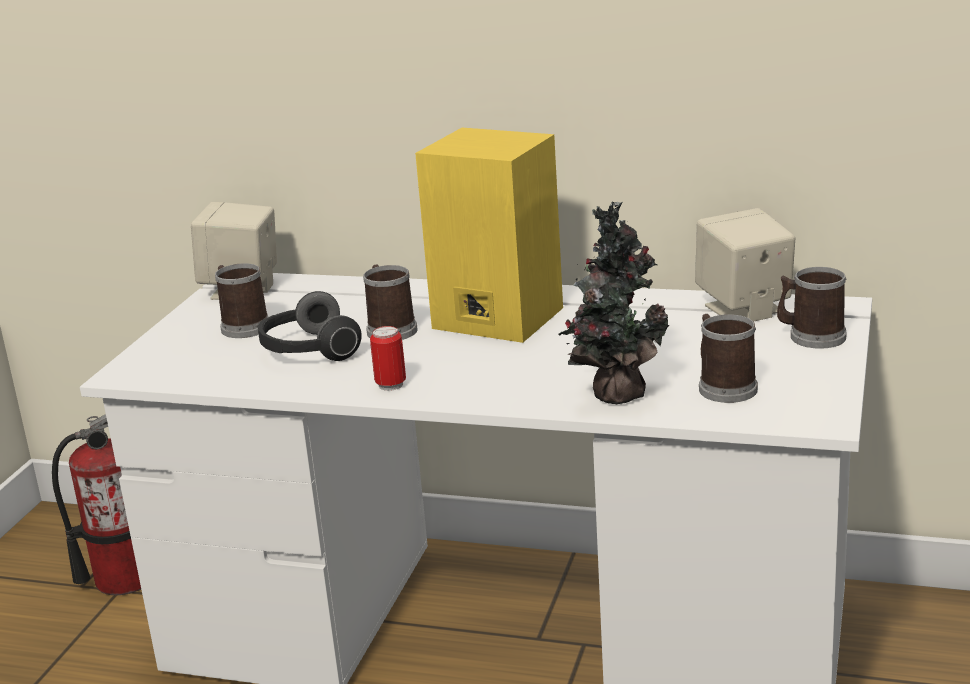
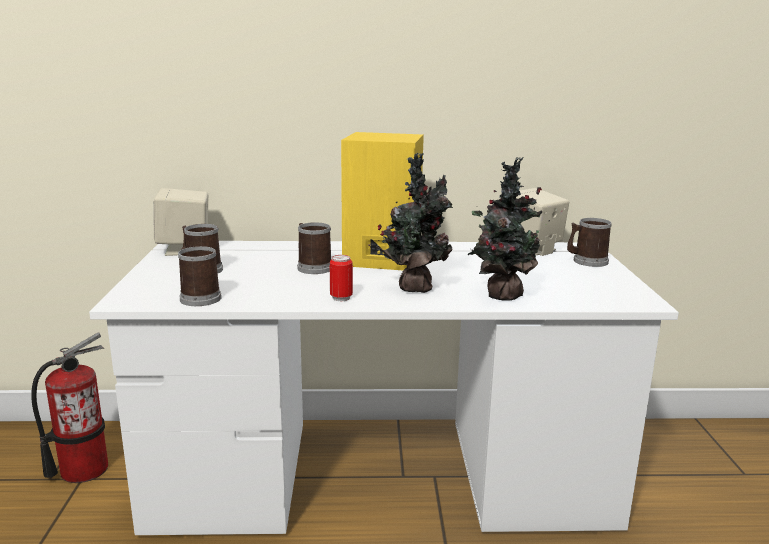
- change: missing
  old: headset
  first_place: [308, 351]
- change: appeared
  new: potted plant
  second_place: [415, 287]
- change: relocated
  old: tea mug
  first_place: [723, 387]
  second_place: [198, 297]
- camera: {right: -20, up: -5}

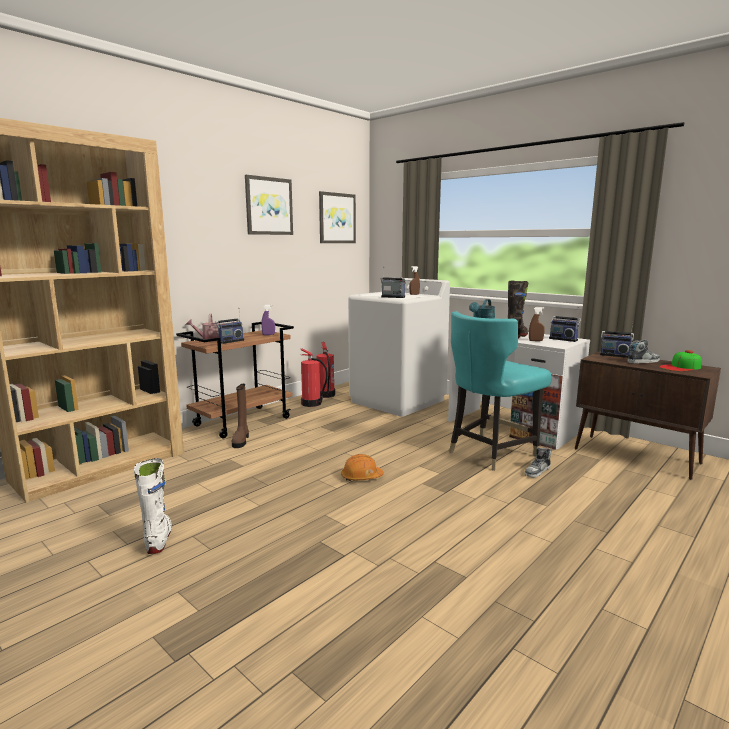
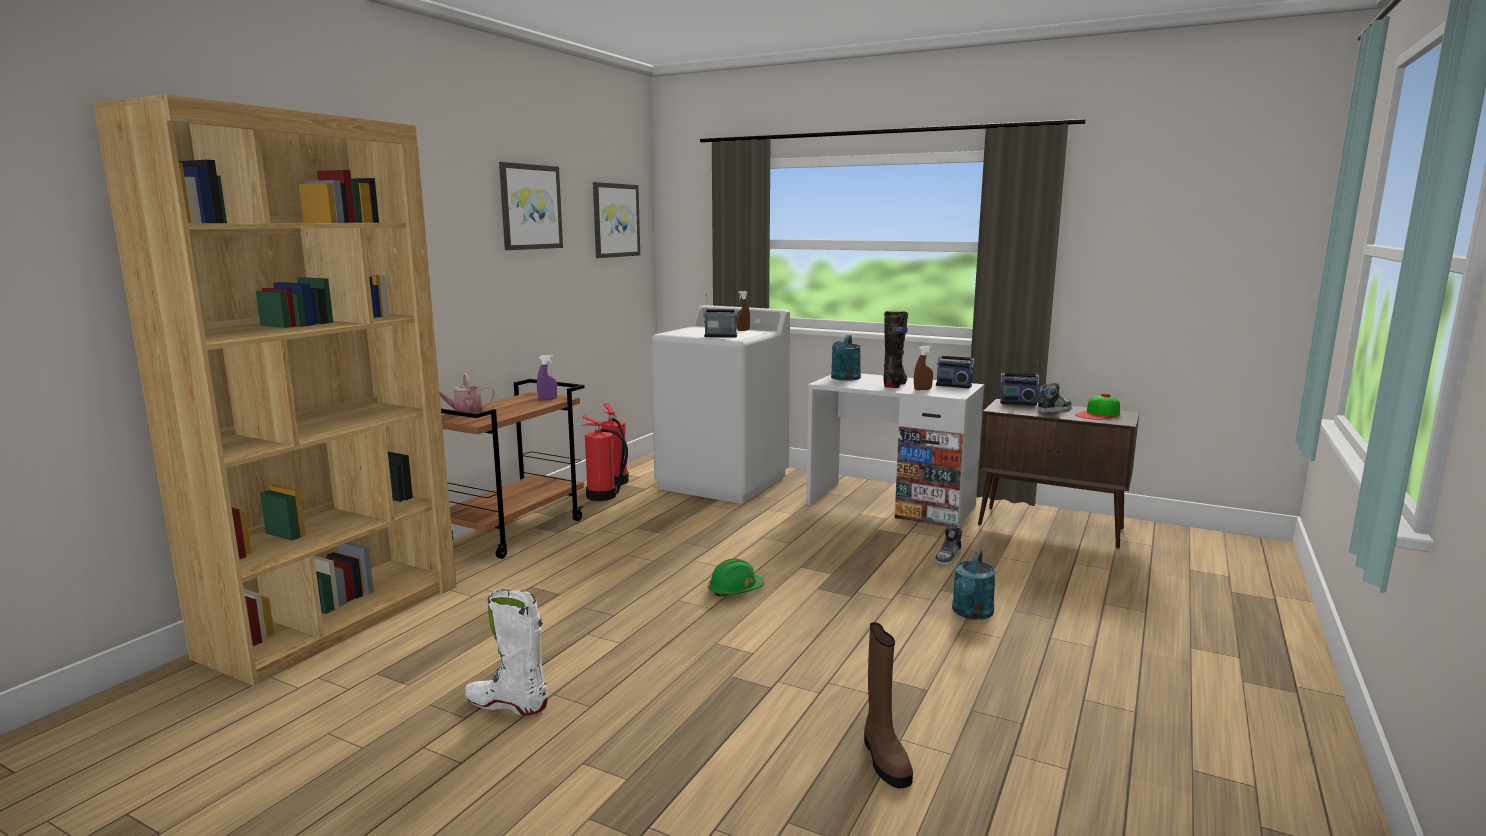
- change: missing
  old: radio receiver
  first_place: [230, 341]
- change: missing
  old: turquoise upright chair
  first_place: [490, 453]
- change: appeared
  new: turquoise sprinkling can
  second_place: [971, 613]
- change: relocated
  old: brownish boot
  first_place: [241, 440]
  second_place: [884, 759]
- change: colour
  old: orangey safety helmet
  new: green safety helmet
  first_place: [361, 477]
  second_place: [735, 590]
- change: spun
  old: white-coloured boot
  first_place: [159, 539]
  second_place: [507, 704]
  degrees: -45
- camera: {right: -15, up: 0}

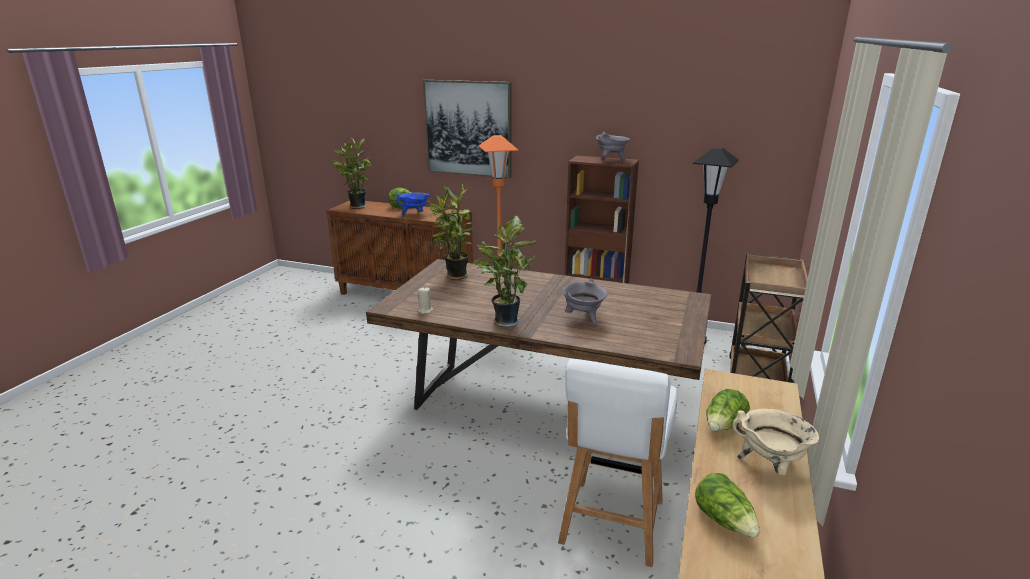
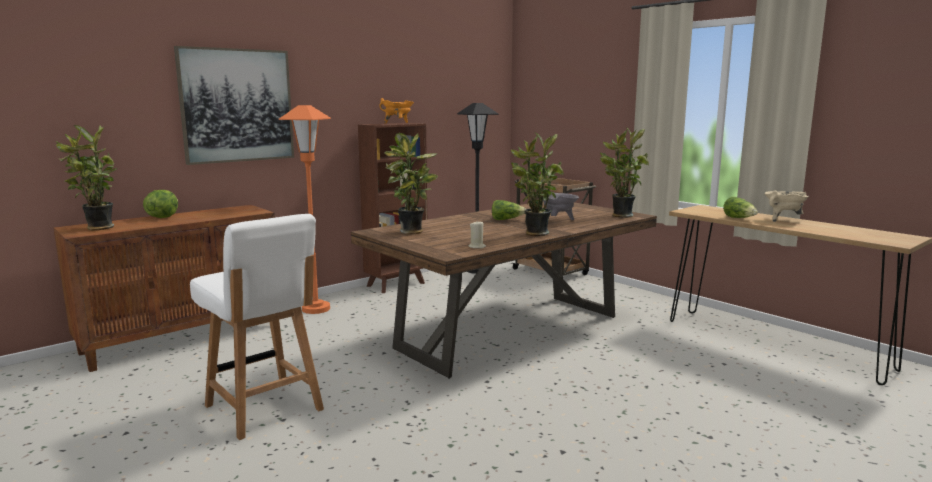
- change: missing
  old: bluish saucepot
  first_place: [414, 215]
- change: appeared
  new: potted plant
  second_place: [619, 215]
- change: relocated
  old: white-coloured upright chair
  first_place: [611, 523]
  second_place: [265, 409]
- change: relocated
  old: head of lettuce
  first_place: [725, 520]
  second_place: [506, 219]
- change: colour
  old: gray saucepot
  new: orangey saucepot
  first_place: [611, 160]
  second_place: [398, 123]
- camera: {right: -60, up: -10}

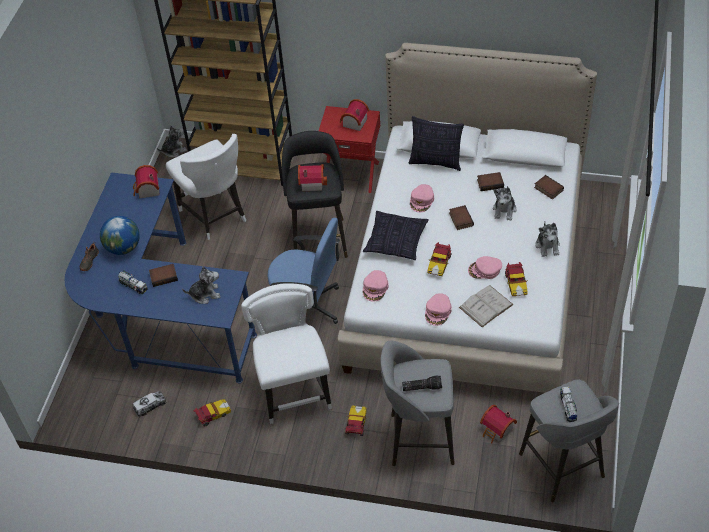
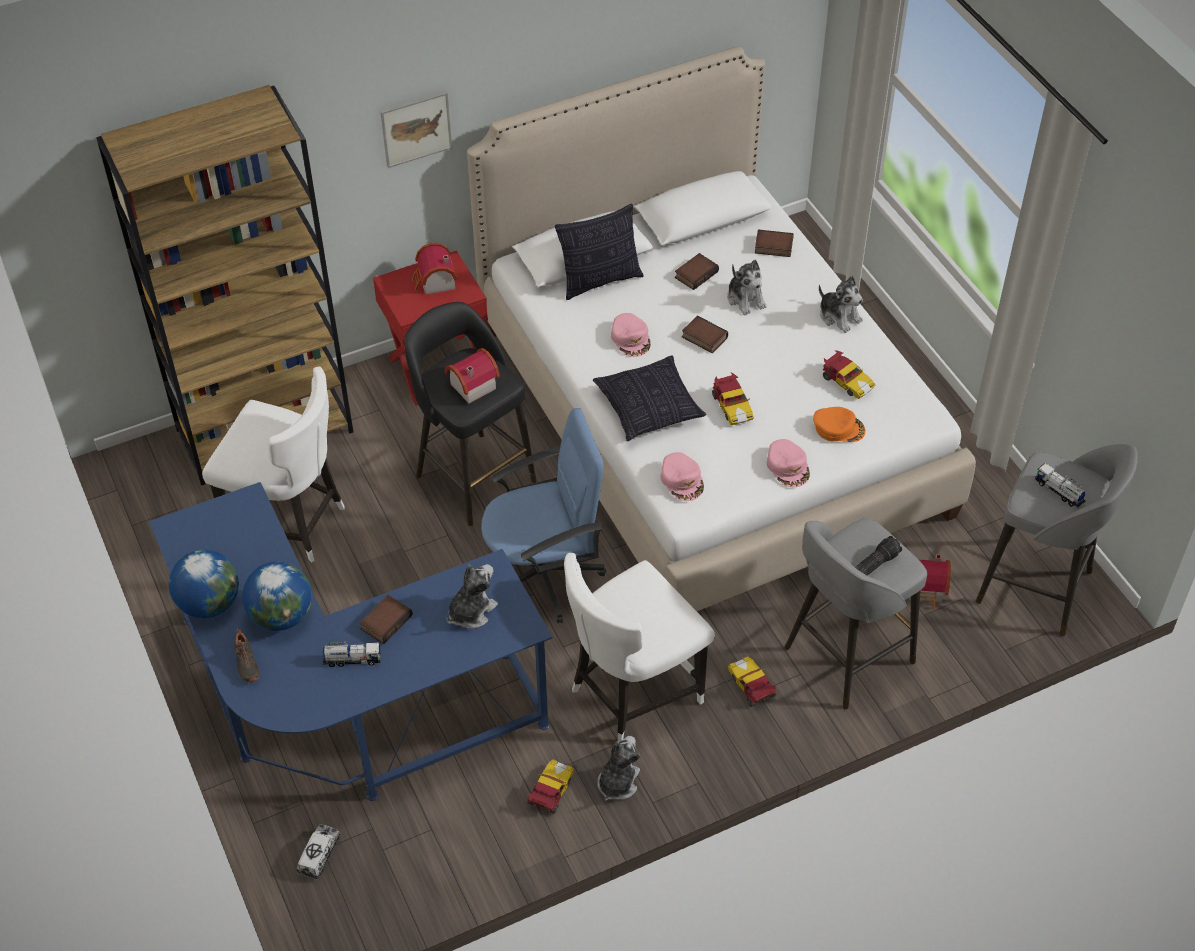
- change: missing
  old: model house
  first_place: [147, 190]
- change: missing
  old: pink-coloured peaked cap
  first_place: [485, 270]
- change: appeared
  new: world globe
  second_place: [209, 603]
- change: appeared
  new: wall picture
  second_place: [416, 128]
- change: relocated
  old: model truck
  first_place: [150, 406]
  second_place: [319, 855]
- change: relocated
  old: cuddly toy
  first_place: [174, 150]
  second_place: [617, 782]
- change: exchanged
  old: white-coloured book
  new: orangey peaked cap
  first_place: [486, 306]
  second_place: [838, 428]
- change: spun
  old: white-coloured upright chair
  first_place: [294, 391]
  second_place: [632, 693]
  degrees: -75
- camera: {right: -40, up: 0}

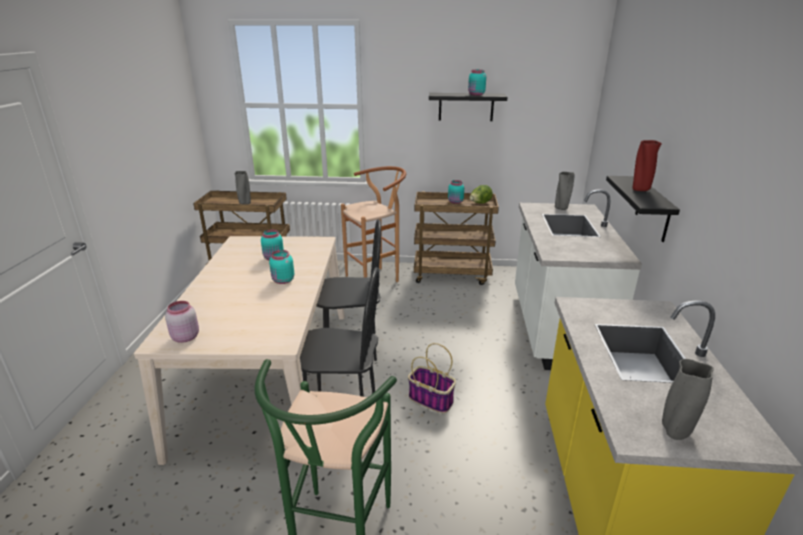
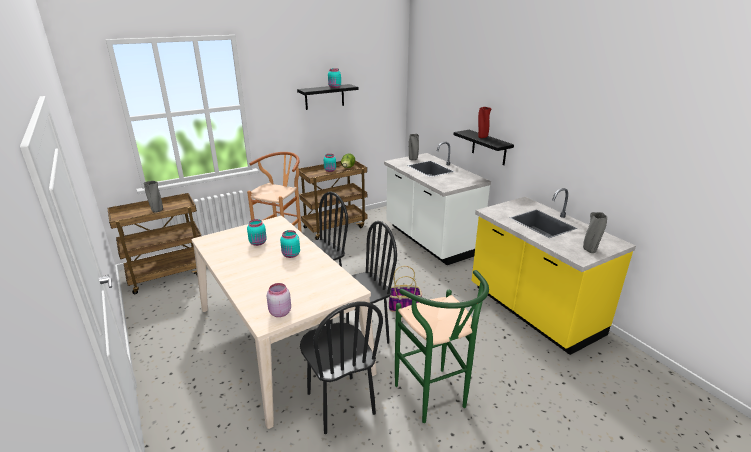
- change: appeared
  new: black upright chair
  second_place: [340, 403]
- camera: {right: -35, up: 0}

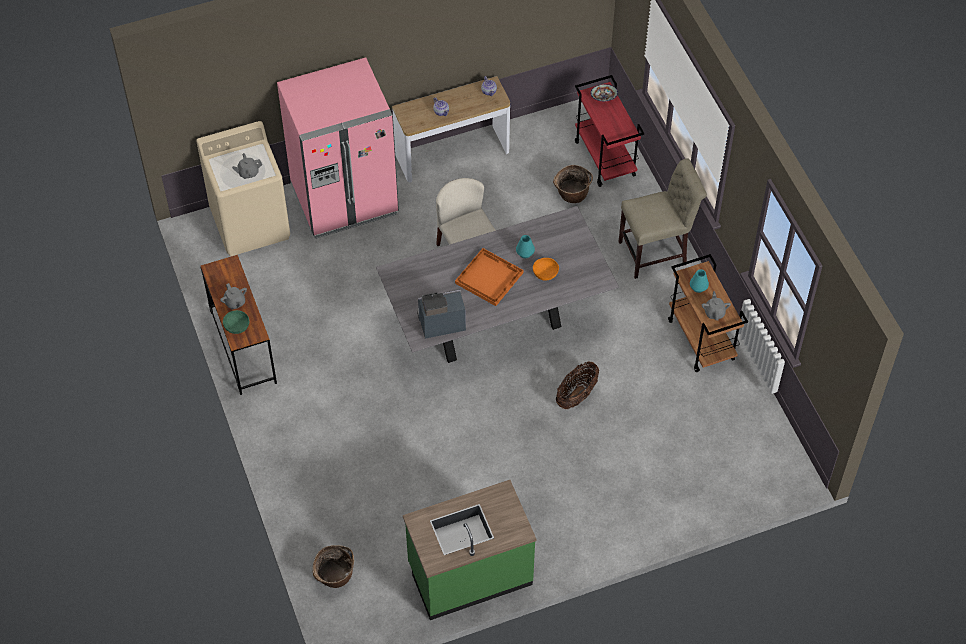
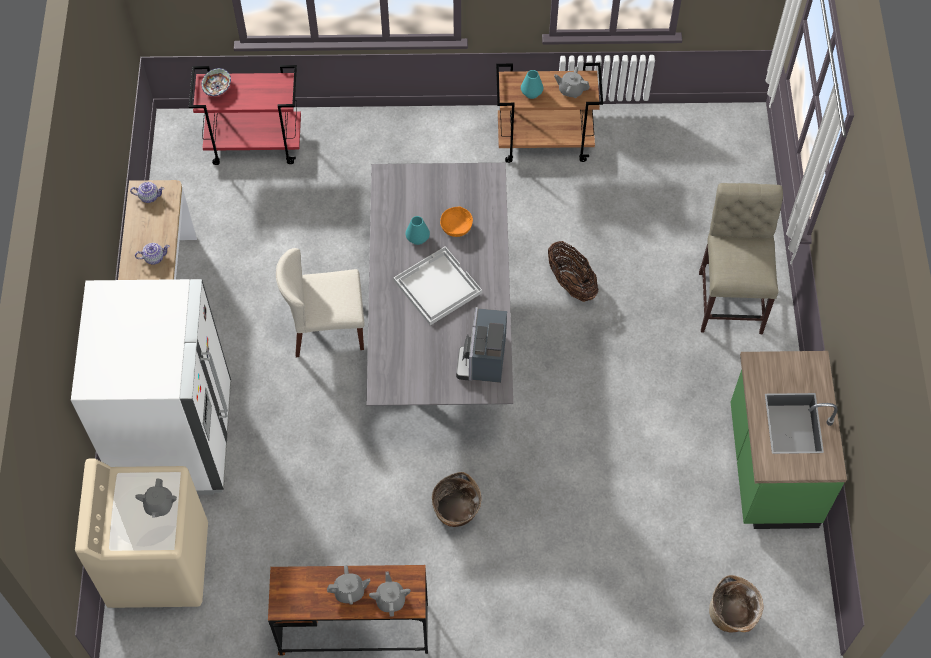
- change: relocated
  old: household basket
  first_place: [571, 195]
  second_place: [456, 513]
- change: relocated
  old: sand-coloured upright chair
  first_place: [656, 252]
  second_place: [730, 297]
- change: exchanged
  old: green serving bowl
  new: gray pot for tea
  first_place: [237, 327]
  second_place: [390, 599]
- change: colour
  old: pink-coloured kitchen fridge
  new: white-coloured kitchen fridge
  first_place: [344, 200]
  second_place: [177, 439]
- change: colour
  old: orangey tray
  new: white-coloured tray
  first_place: [489, 277]
  second_place: [436, 286]
- camera: {right: -70, up: 5}

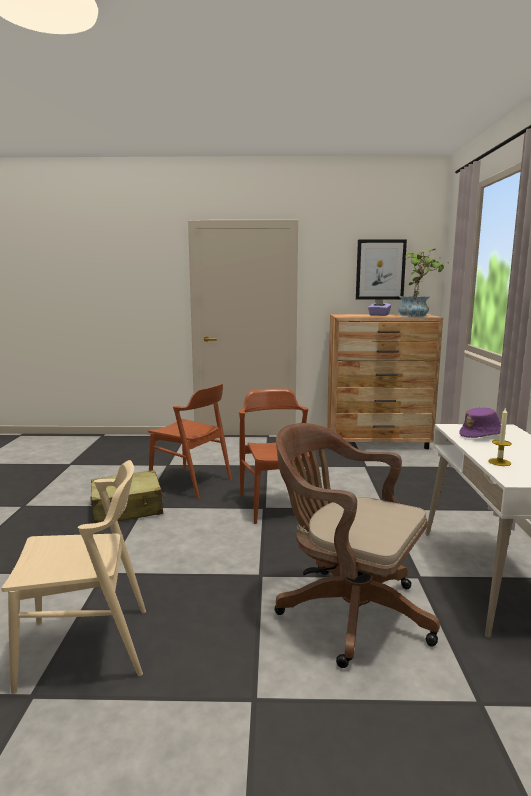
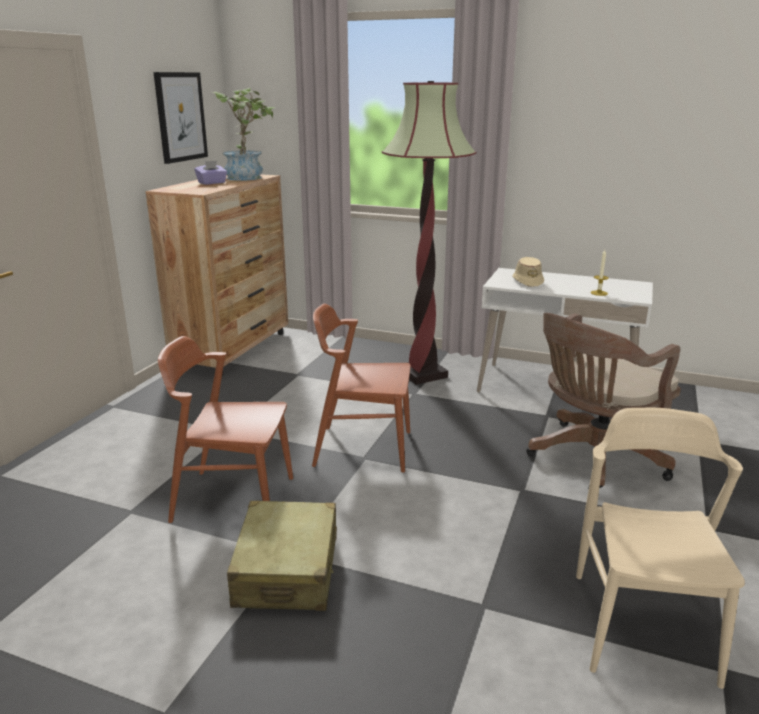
- change: appeared
  new: standing lamp
  second_place: [422, 374]
- change: colour
  old: purple-coloured wearable hat
  new: sand-coloured wearable hat
  first_place: [482, 435]
  second_place: [527, 281]
- change: spun
  old: brownish upright chair
  first_place: [191, 482]
  second_place: [233, 499]
  degrees: -135
- camera: {right: -70, up: 10}

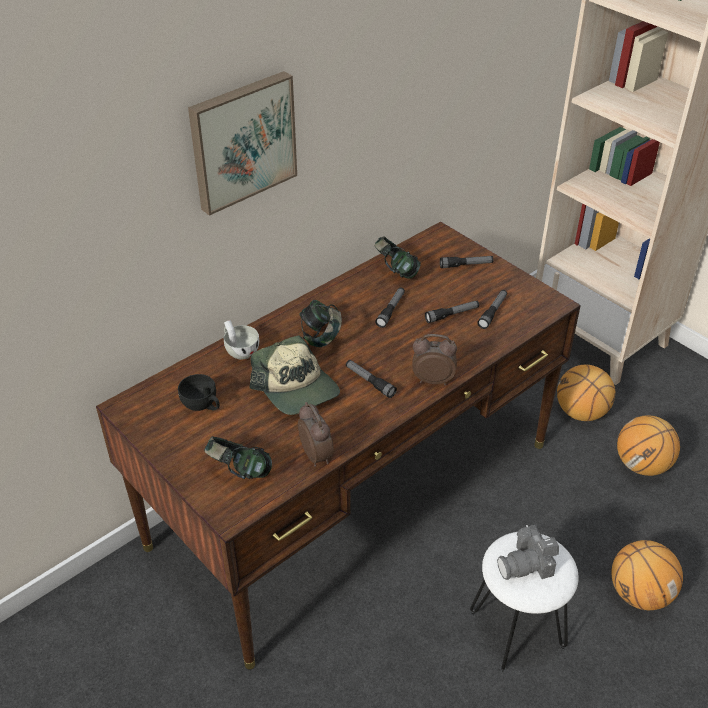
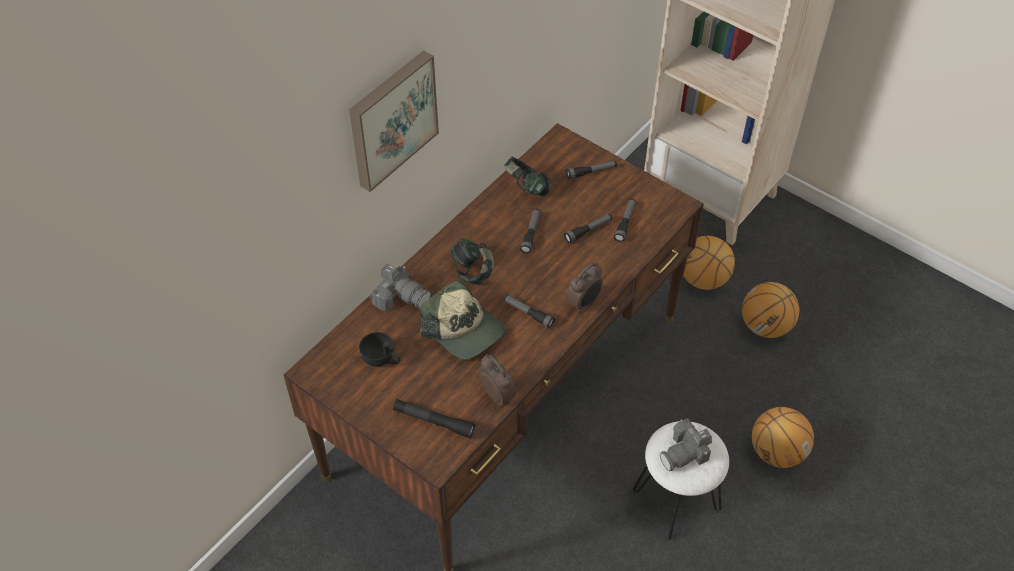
- change: exchanged
  old: headset
  new: black torch
  first_place: [239, 472]
  second_place: [434, 421]
- change: exchanged
  old: white-coloured cup
  new: still camera
  first_place: [240, 350]
  second_place: [400, 296]
- change: spun
  old: table clock
  first_place: [432, 379]
  second_place: [584, 303]
  degrees: 135
- camera: {right: -10, up: 10}

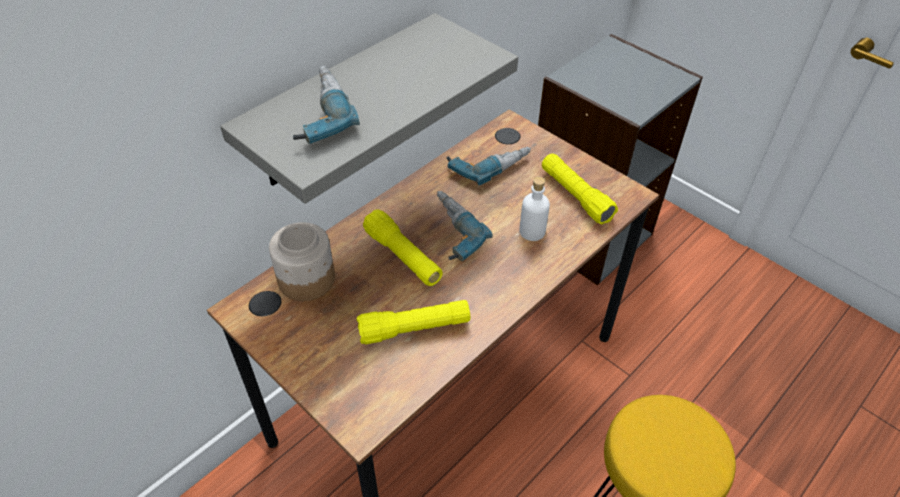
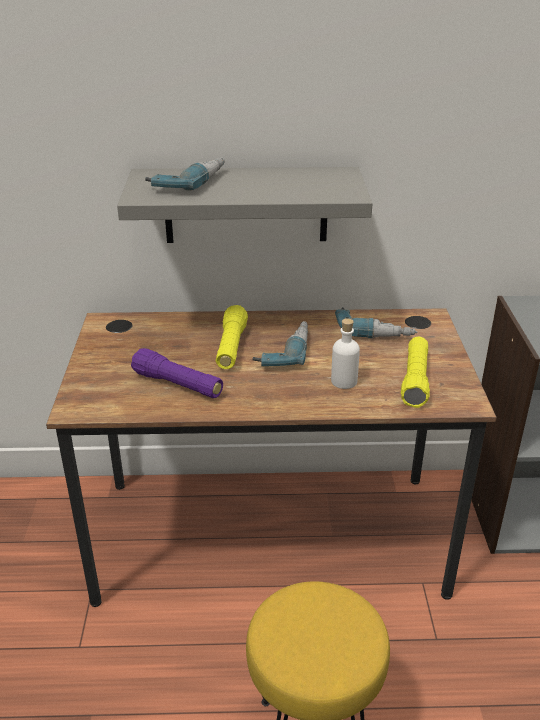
- change: missing
  old: jar
  first_place: [306, 279]
- change: colour
  old: yellowish torch
  new: purple-coloured torch
  first_place: [414, 329]
  second_place: [178, 385]
- camera: {right: 45, up: -15}

